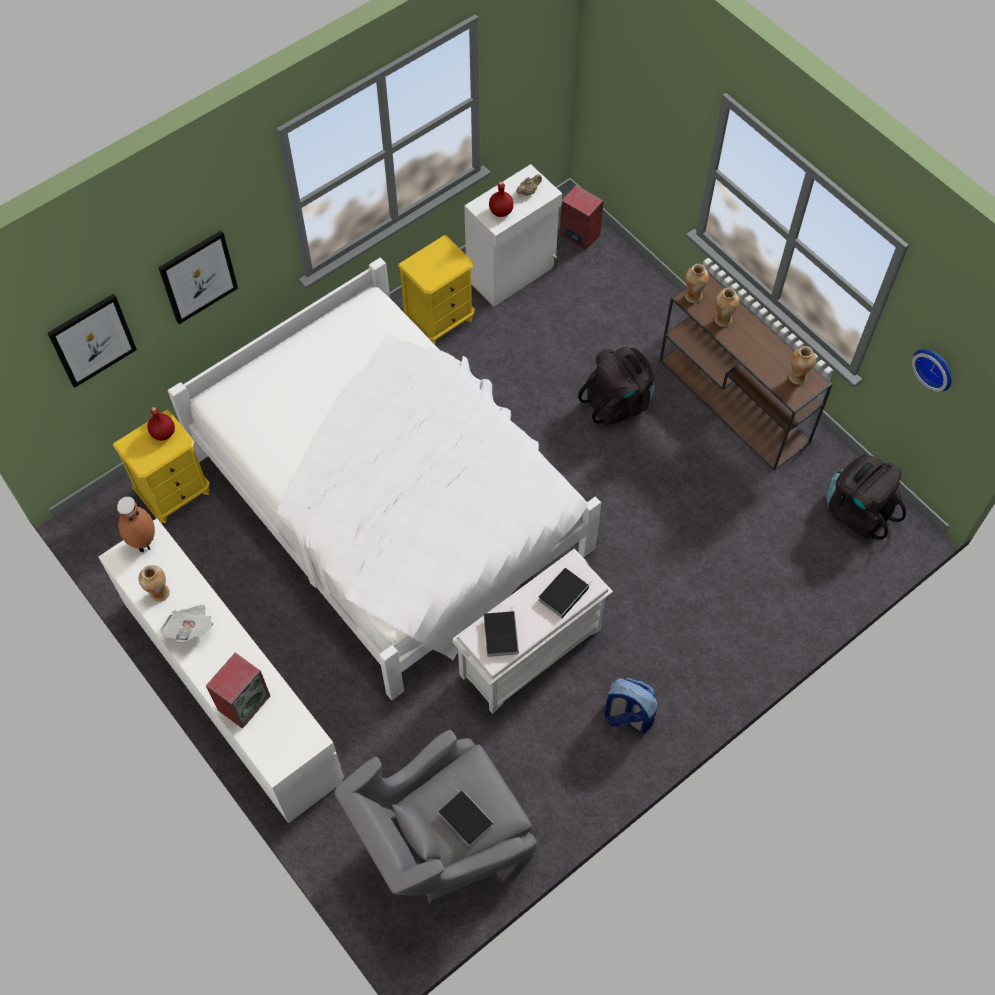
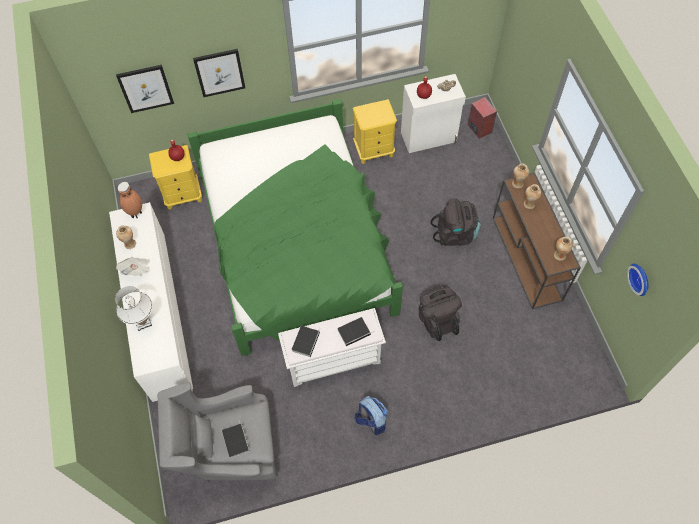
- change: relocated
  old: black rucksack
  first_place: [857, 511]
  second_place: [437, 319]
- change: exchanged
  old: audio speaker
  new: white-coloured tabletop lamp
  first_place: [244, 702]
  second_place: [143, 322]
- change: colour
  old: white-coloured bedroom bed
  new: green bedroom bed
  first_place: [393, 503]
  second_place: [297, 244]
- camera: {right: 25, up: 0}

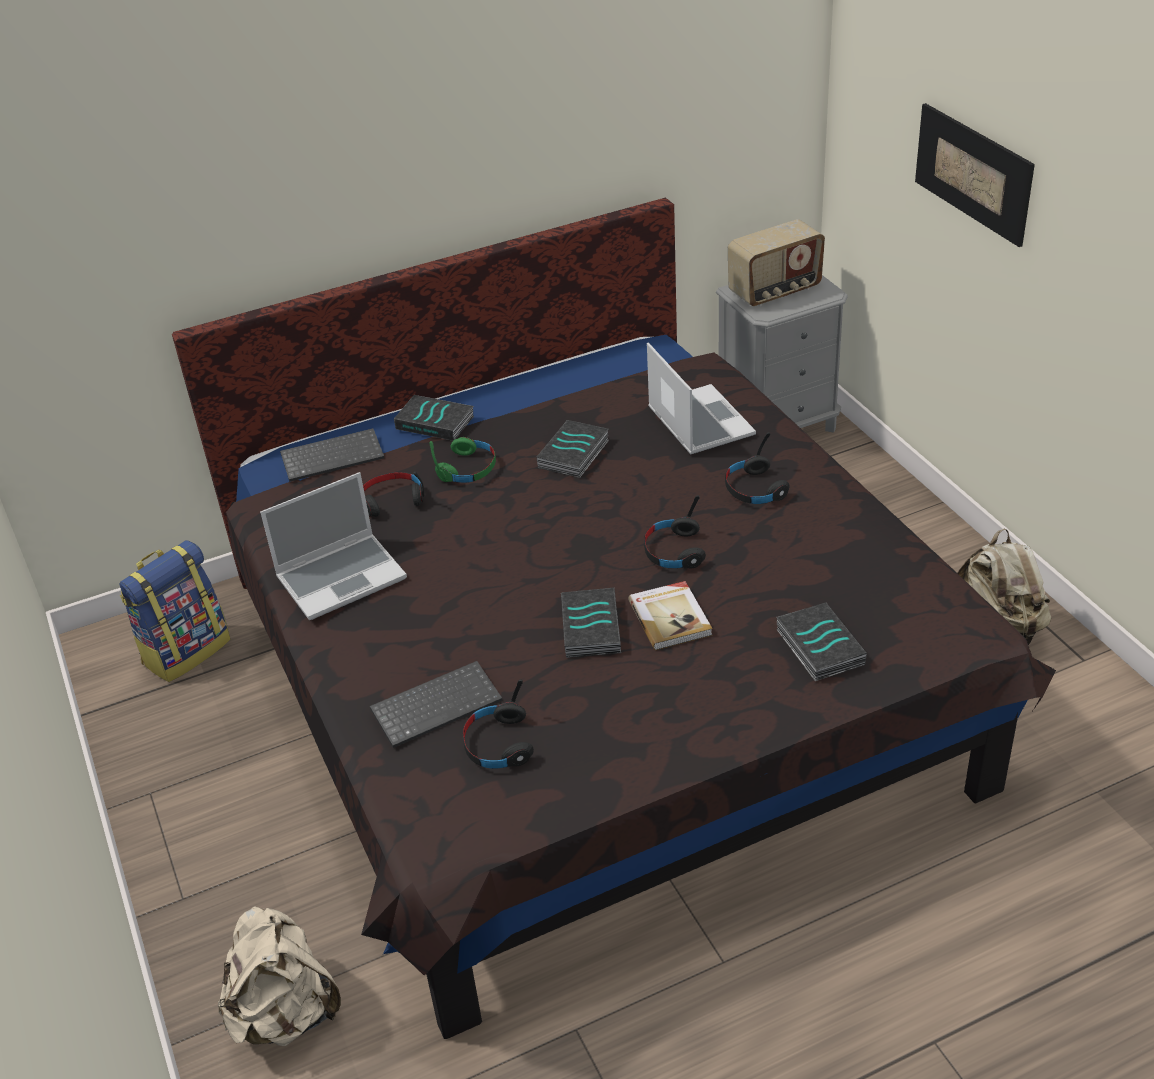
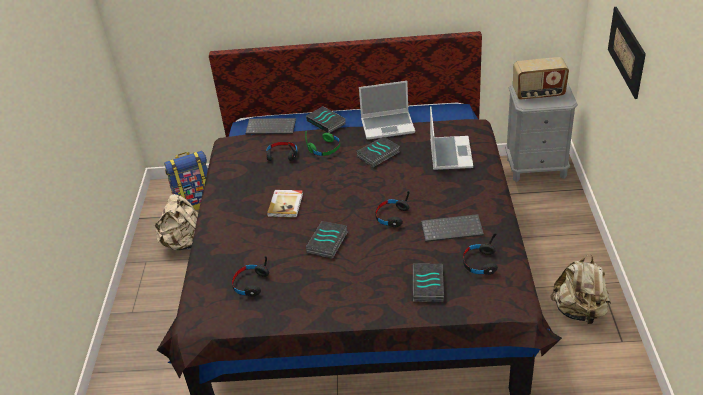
- change: relocated
  old: sand-coloured rucksack
  first_place: [285, 1013]
  second_place: [184, 243]
- change: relocated
  old: laptop
  first_place: [342, 577]
  second_place: [388, 126]
- change: relocated
  old: keyboard
  first_place: [437, 704]
  second_place: [452, 228]
- change: relocated
  old: book
  first_place: [671, 617]
  second_place: [286, 204]
- change: relocated
  old: black headset
  first_place: [754, 489]
  second_place: [479, 263]
- camera: {right: 25, up: 0}

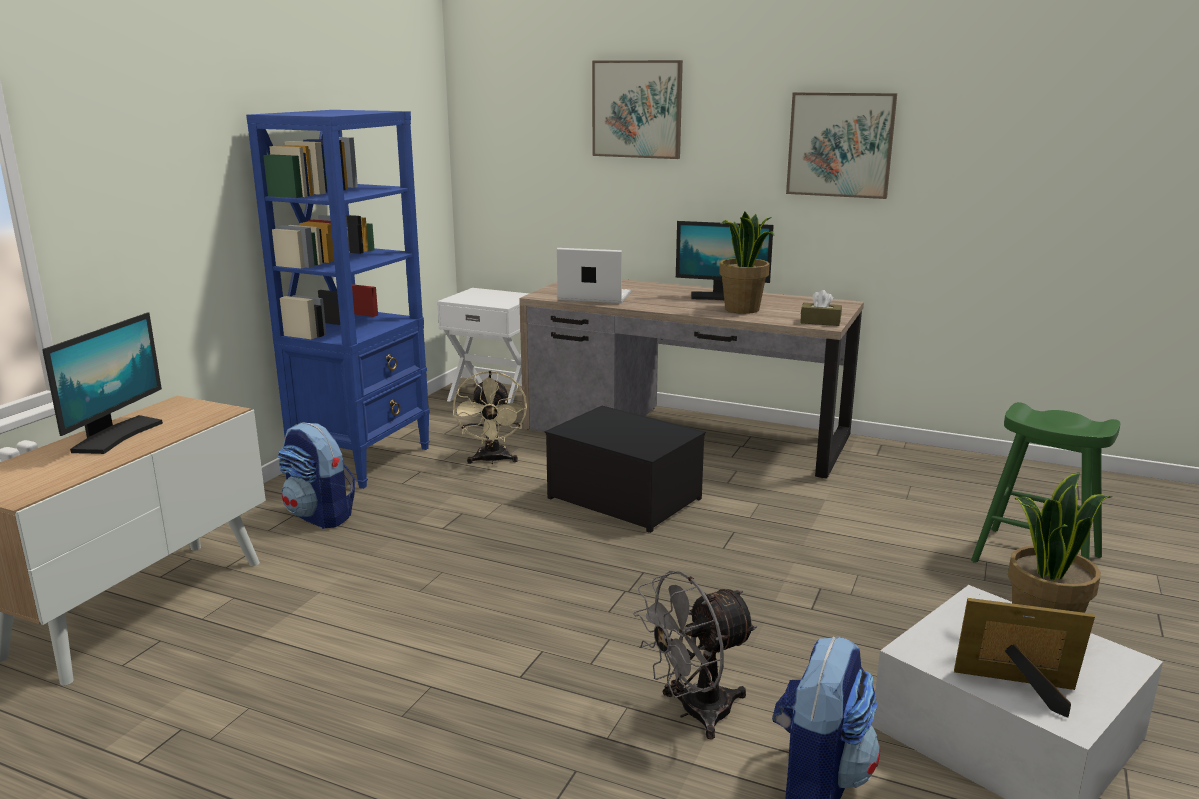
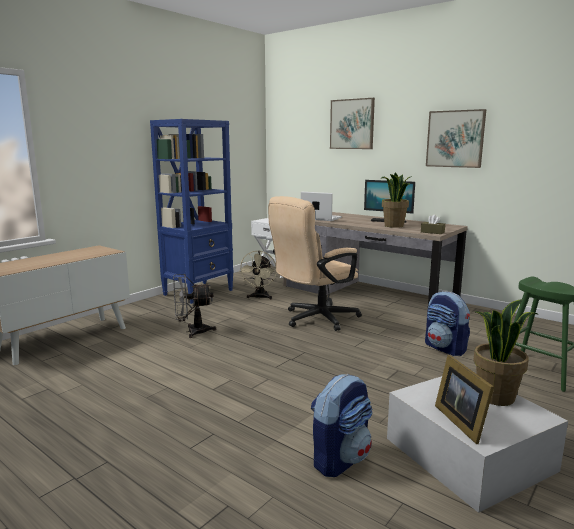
- change: missing
  old: computer display
  first_place: [116, 436]
- change: relocated
  old: rucksack
  first_place: [320, 516]
  second_place: [445, 348]
- change: relocated
  old: gray fan
  first_place: [694, 713]
  second_place: [192, 331]
- change: exchanged
  old: storage container
  new: sand-coloured office chair
  first_place: [622, 498]
  second_place: [314, 319]
- change: spun
  old: photo frame
  first_place: [1019, 689]
  second_place: [461, 421]
  degrees: -135
- camera: {right: 15, up: -5}

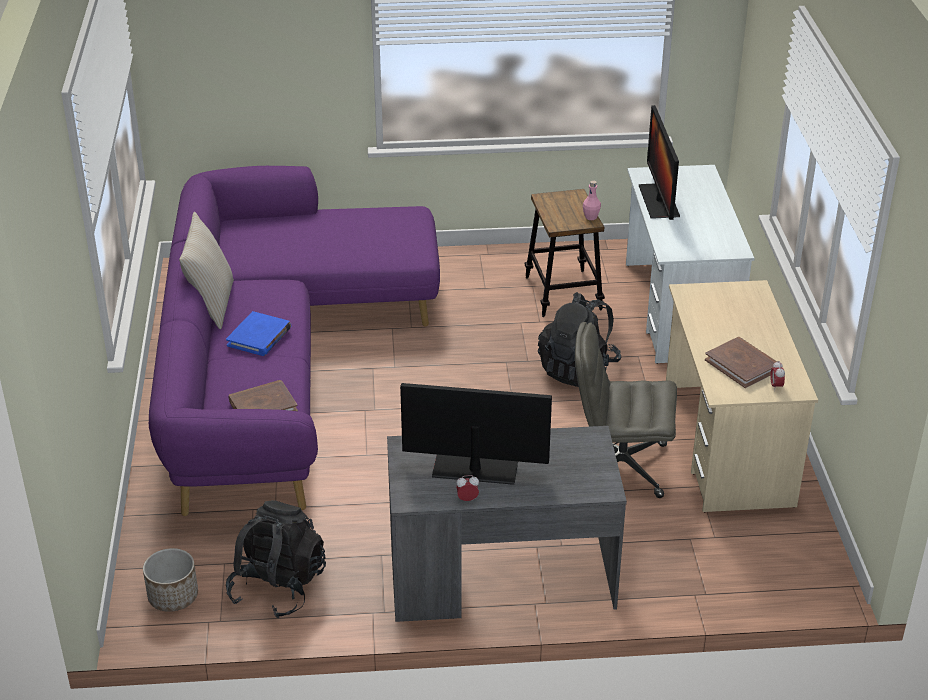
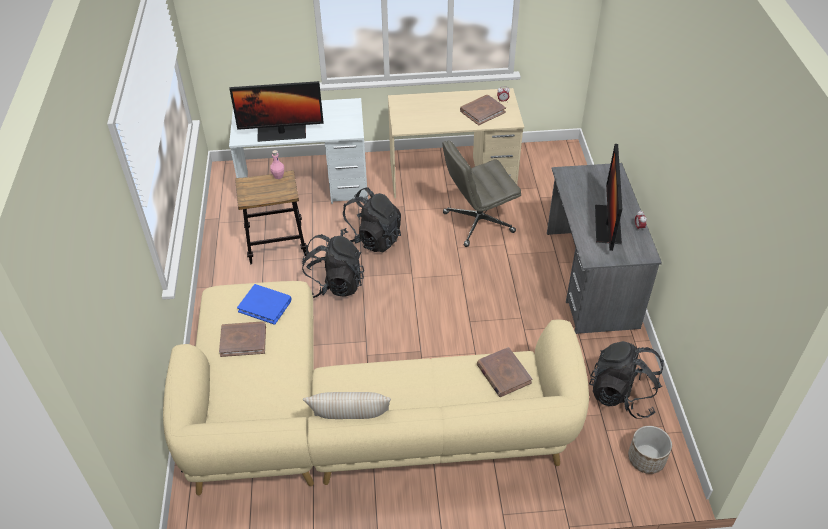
- change: appeared
  new: brownish book
  second_place: [243, 340]
- change: appeared
  new: black rucksack
  second_place: [333, 284]
- change: relocated
  old: bluish book
  first_place: [259, 337]
  second_place: [265, 305]
- change: colour
  old: purple-coloured couch
  new: sand-coloured couch
  first_place: [278, 359]
  second_place: [352, 421]
- change: spun
  old: gray office chair
  first_place: [619, 467]
  second_place: [477, 223]
  degrees: 60
- camera: {right: -90, up: 10}

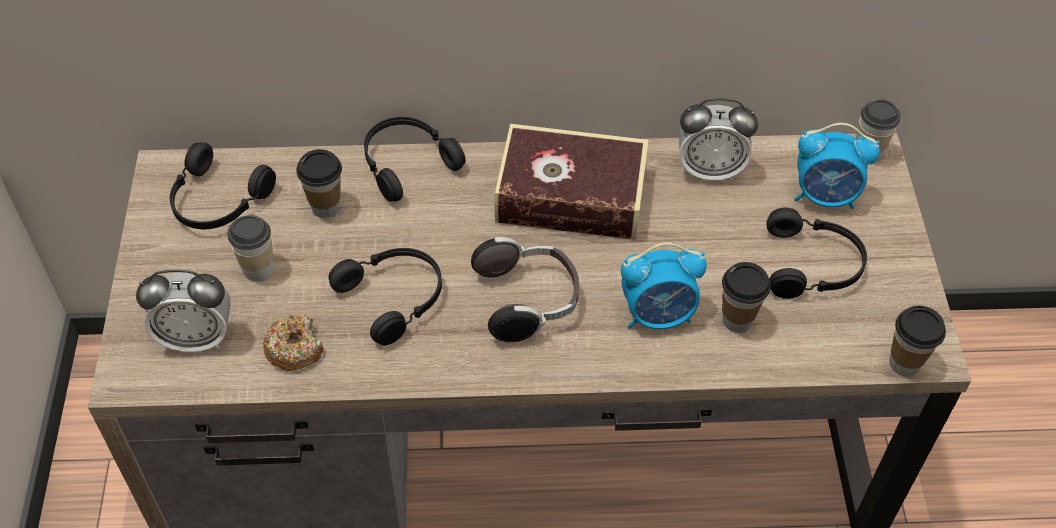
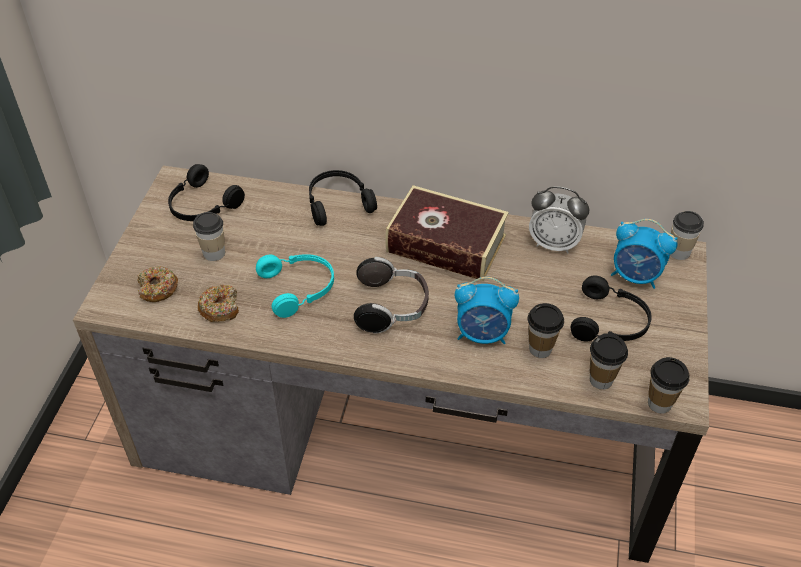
- change: relocated
  old: cup
  first_place: [326, 207]
  second_place: [601, 380]
- change: exchanged
  old: table clock
  new: doughnut
  first_place: [196, 338]
  second_place: [158, 289]
- change: colour
  old: black headset
  new: turquoise headset
  first_place: [394, 297]
  second_place: [299, 288]
- camera: {right: 15, up: -5}

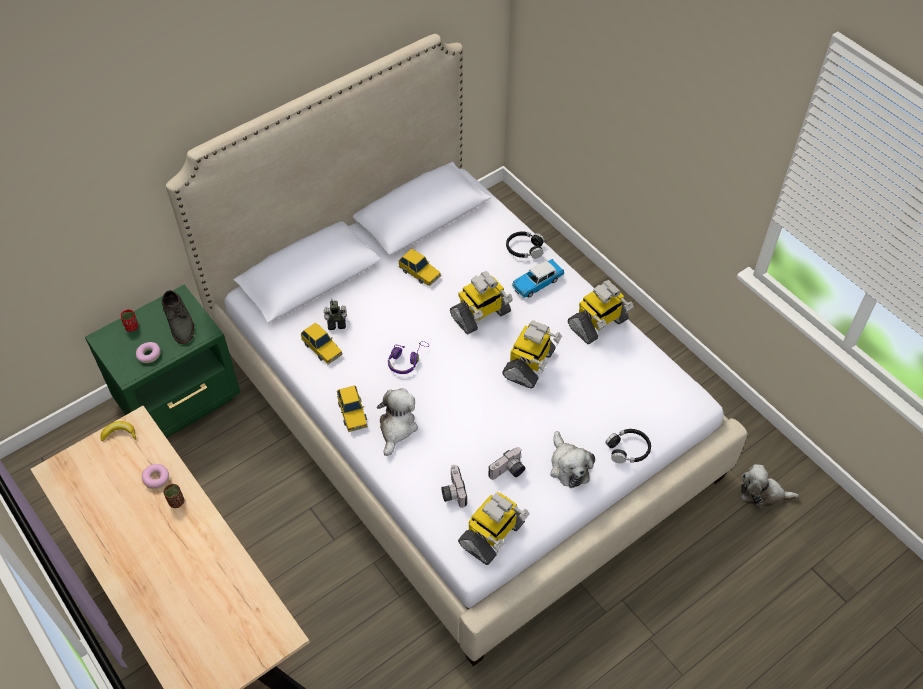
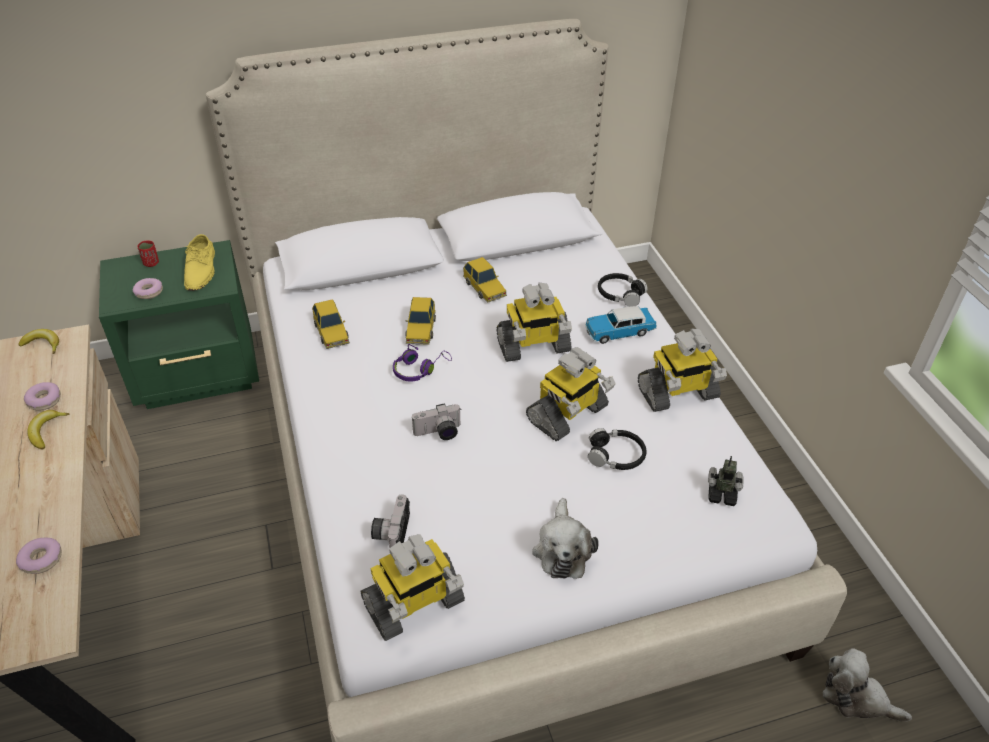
- change: missing
  old: cuddly toy
  first_place: [397, 427]
- change: appeared
  new: doughnut
  second_place: [41, 559]
- change: relocated
  old: robot figure
  first_place: [336, 322]
  second_place: [721, 494]
- change: relocated
  old: model car
  first_place: [352, 413]
  second_place: [420, 329]
- change: relocated
  old: still camera
  first_place: [508, 472]
  second_place: [438, 433]
- change: relocated
  old: black headset
  first_place: [628, 449]
  second_place: [616, 455]
- change: exchanged
  old: brownish cup
  new: whole banana
  first_place: [176, 502]
  second_place: [46, 431]
- change: colour
  old: gray low shoe
  new: yellowish low shoe
  first_place: [179, 321]
  second_place: [201, 270]
- camera: {right: 20, up: -10}

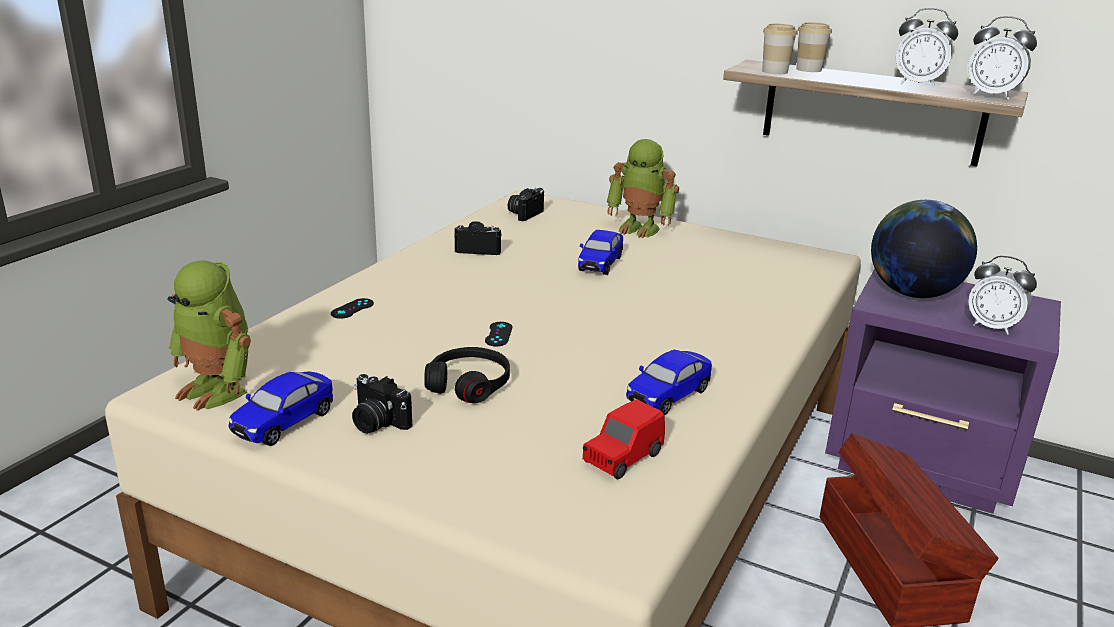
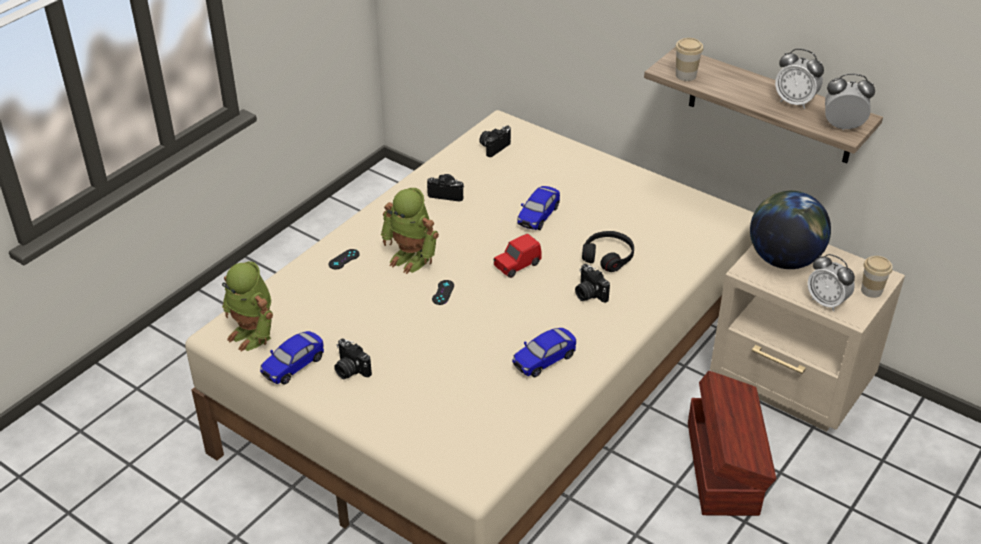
- change: appeared
  new: still camera
  second_place: [588, 294]
- change: relocated
  old: black headset
  first_place: [469, 384]
  second_place: [608, 256]
- change: relocated
  old: reddish model car
  first_place: [622, 458]
  second_place: [517, 265]
- change: relocated
  old: robot figure
  first_place: [640, 228]
  second_place: [411, 258]
- change: relocated
  old: cup
  first_place: [808, 69]
  second_place: [871, 290]
- change: colour
  old: purple-coloured bedside table
  new: sand-coloured bedside table
  first_place: [922, 465]
  second_place: [792, 383]
- change: spun
  old: table clock
  first_place: [992, 96]
  second_place: [842, 126]
  degrees: 150
- camera: {right: 10, up: 15}

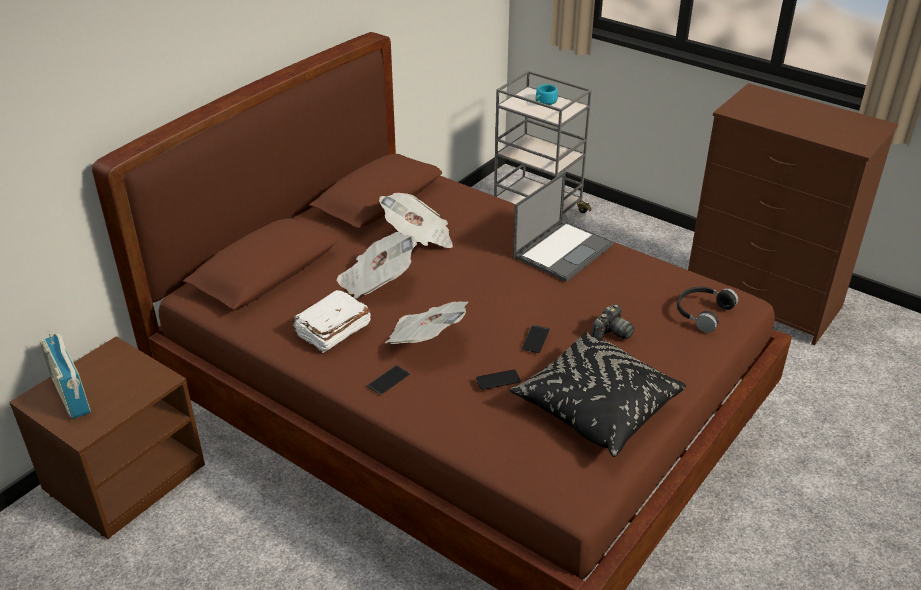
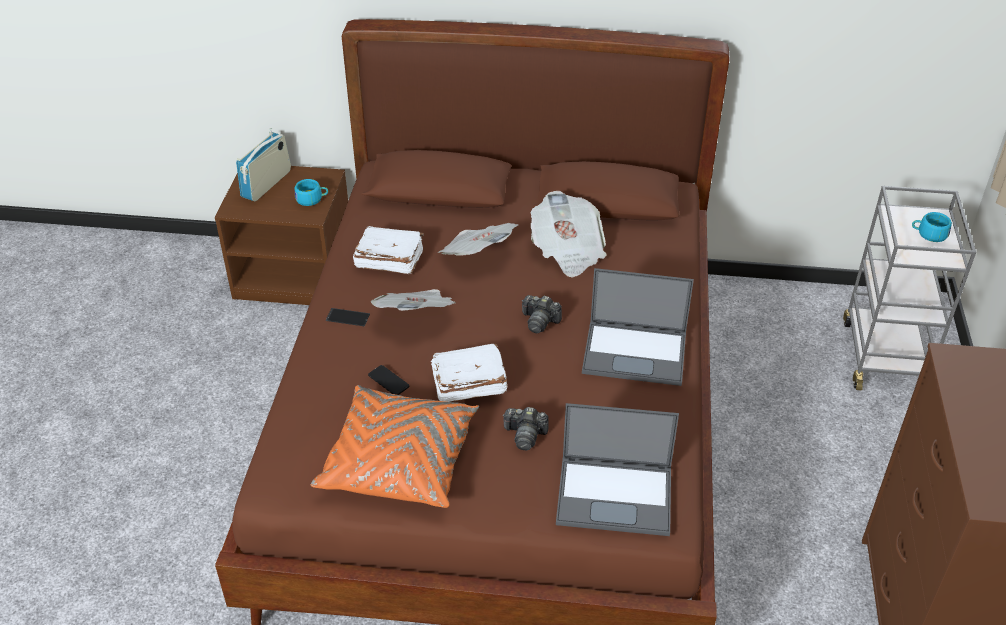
- change: appeared
  new: turquoise cup
  second_place: [312, 199]
- change: appeared
  new: still camera
  second_place: [539, 321]
- change: exchanged
  old: handset
  new: white-coloured book
  first_place: [535, 339]
  second_place: [468, 384]
- change: exchanged
  old: black headset
  new: laptop
  first_place: [701, 312]
  second_place: [616, 495]
- change: colour
  old: black throw pillow
  new: orangey throw pillow
  first_place: [596, 407]
  second_place: [399, 461]
- camera: {right: 60, up: 5}

